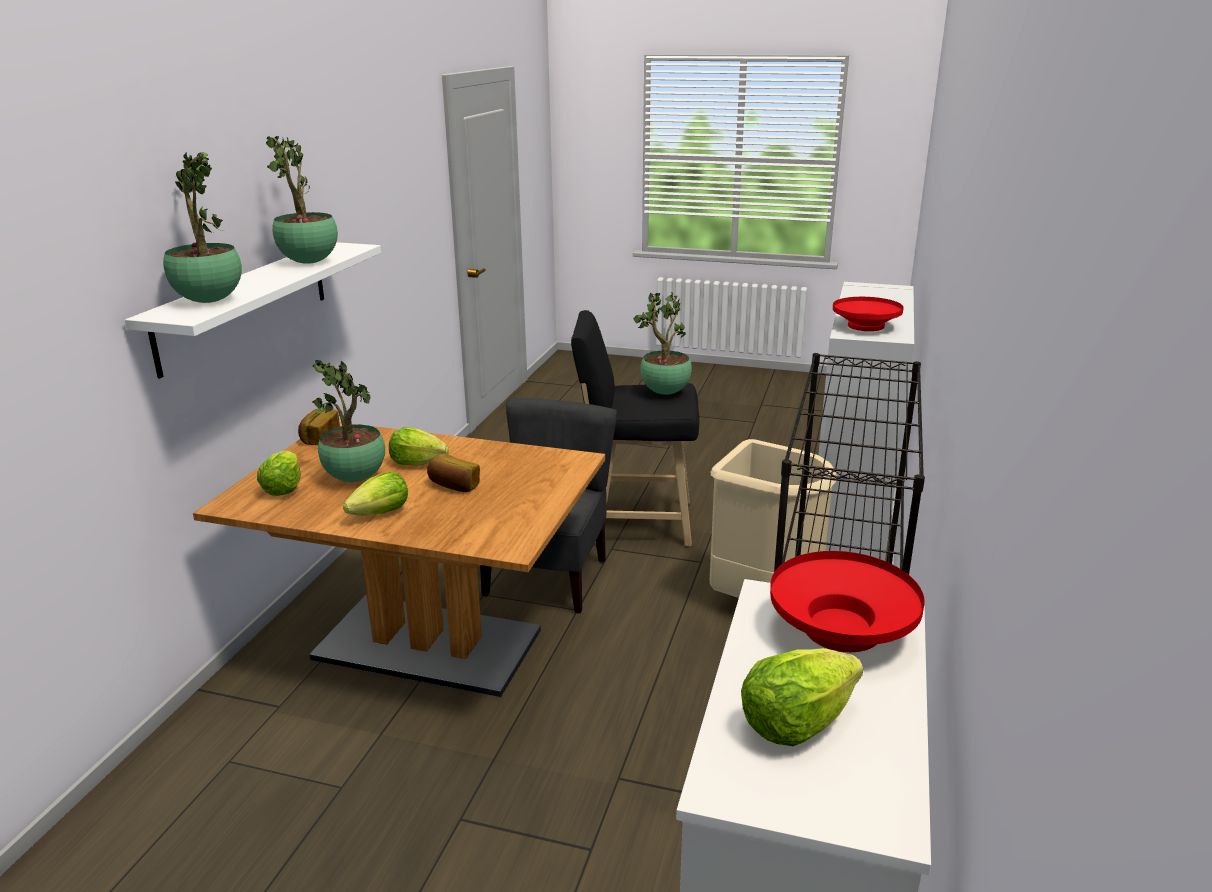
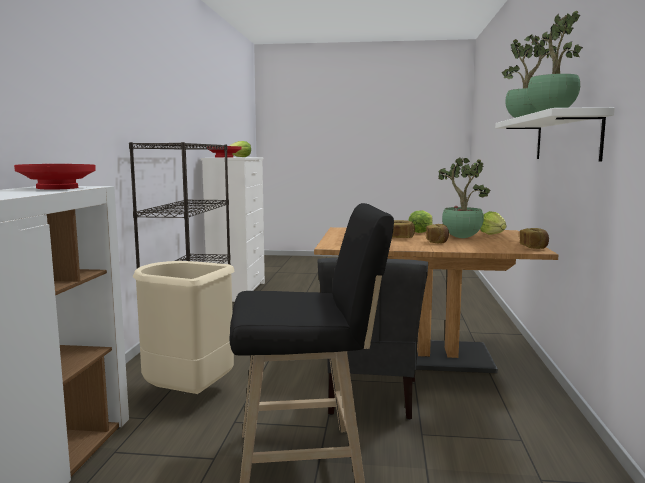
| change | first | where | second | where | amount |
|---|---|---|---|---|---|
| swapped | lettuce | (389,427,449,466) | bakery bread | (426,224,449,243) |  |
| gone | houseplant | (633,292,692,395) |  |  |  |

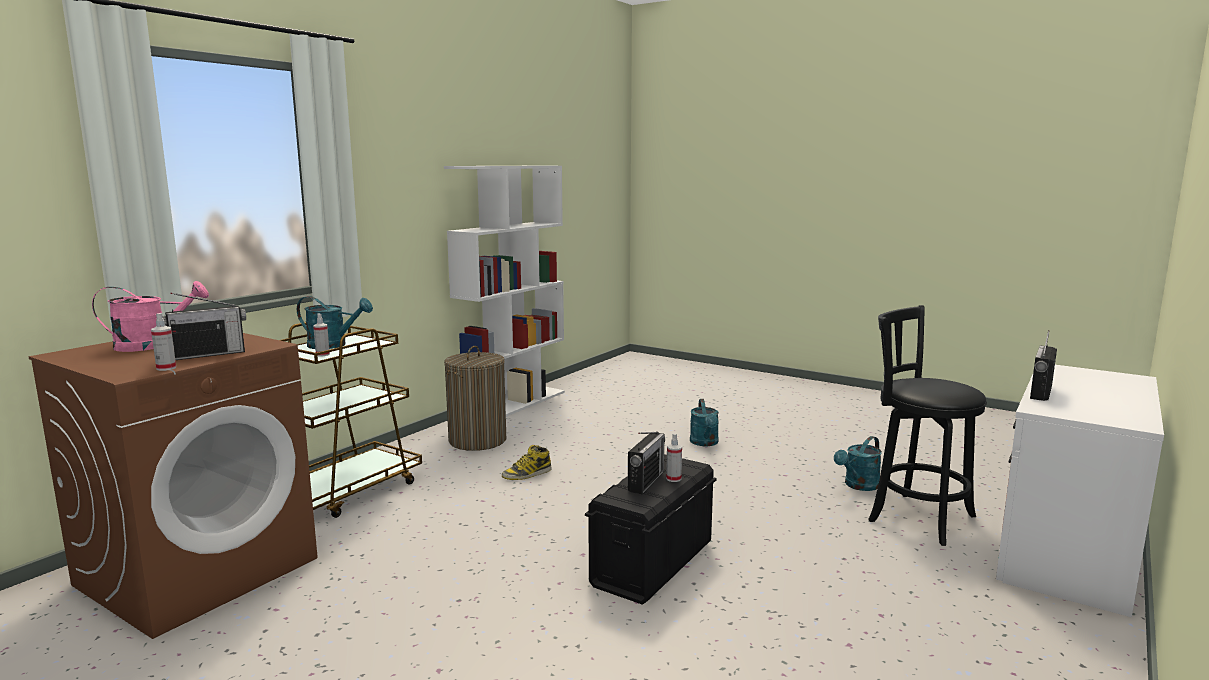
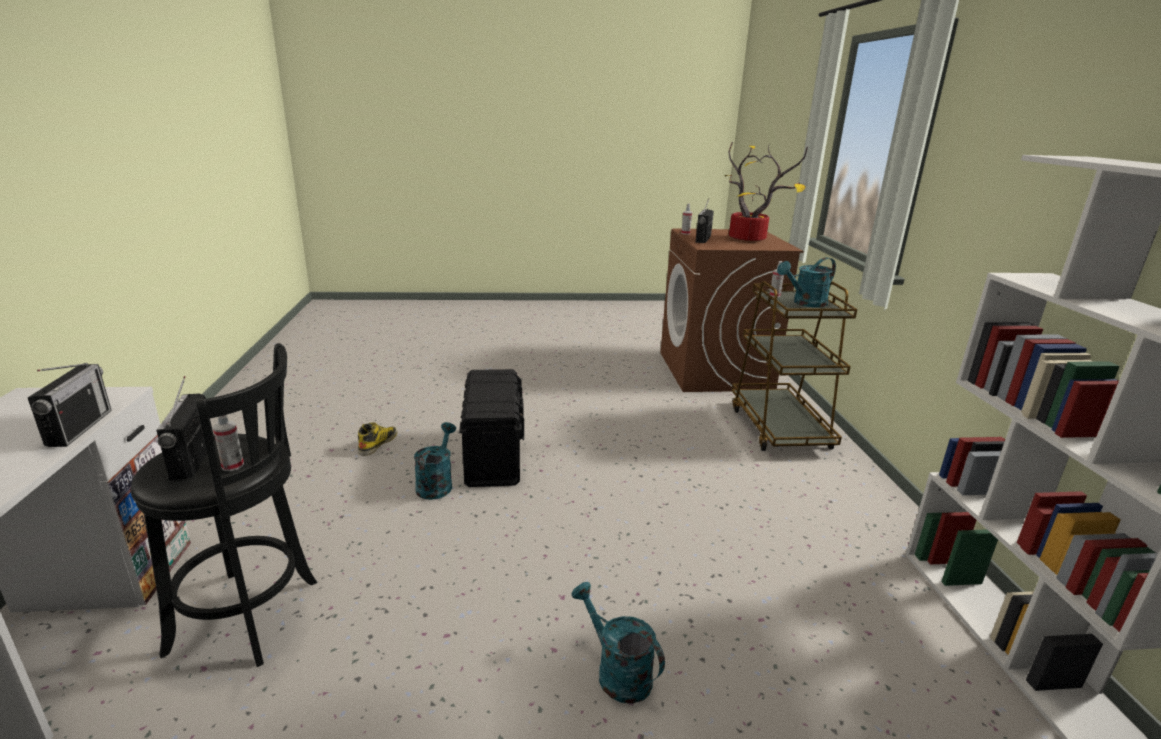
| change | first | where | second | where | amount |
|---|---|---|---|---|---|
| shifted | radio | (628,431,665,494) |  | (156,376,214,481) |  |
| shifted | spray bottle | (666,433,682,482) |  | (213,415,244,471) |  |
| shifted | high-top boot | (502,445,552,480) |  | (358,423,397,456) |  |
| shifted | watering pot/turquoise-coloured | (834,436,882,491) |  | (414,422,456,500) |  |
| swapped | watering pot/pink-coloured | (92,281,209,352) | houseplant | (725,142,808,241) |  |
| gone | laundry basket | (444,346,506,451) |  |  |  |

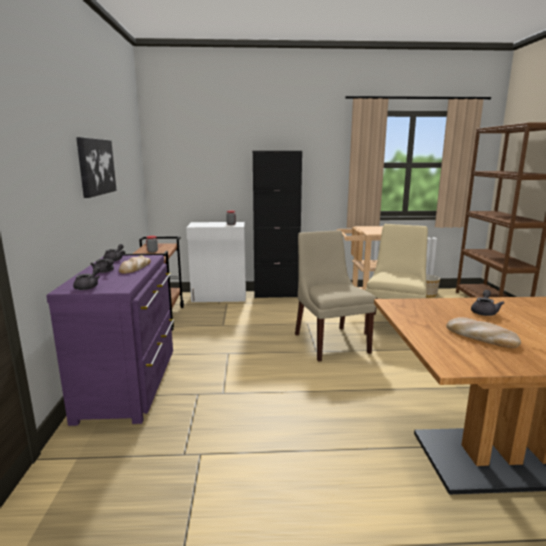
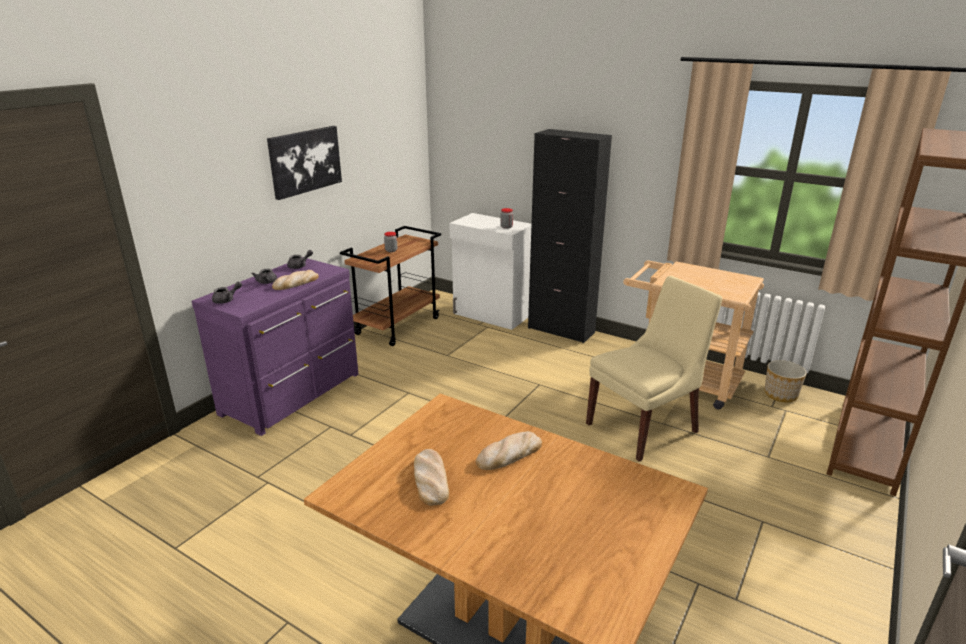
| change | first | where | second | where | amount |
|---|---|---|---|---|---|
| swapped | teapot/gray | (471,290,504,316) | bakery bread | (476,431,542,470) |  |
| gone | plain chair/beige-coloured | (295,230,376,362) |  |  |  |

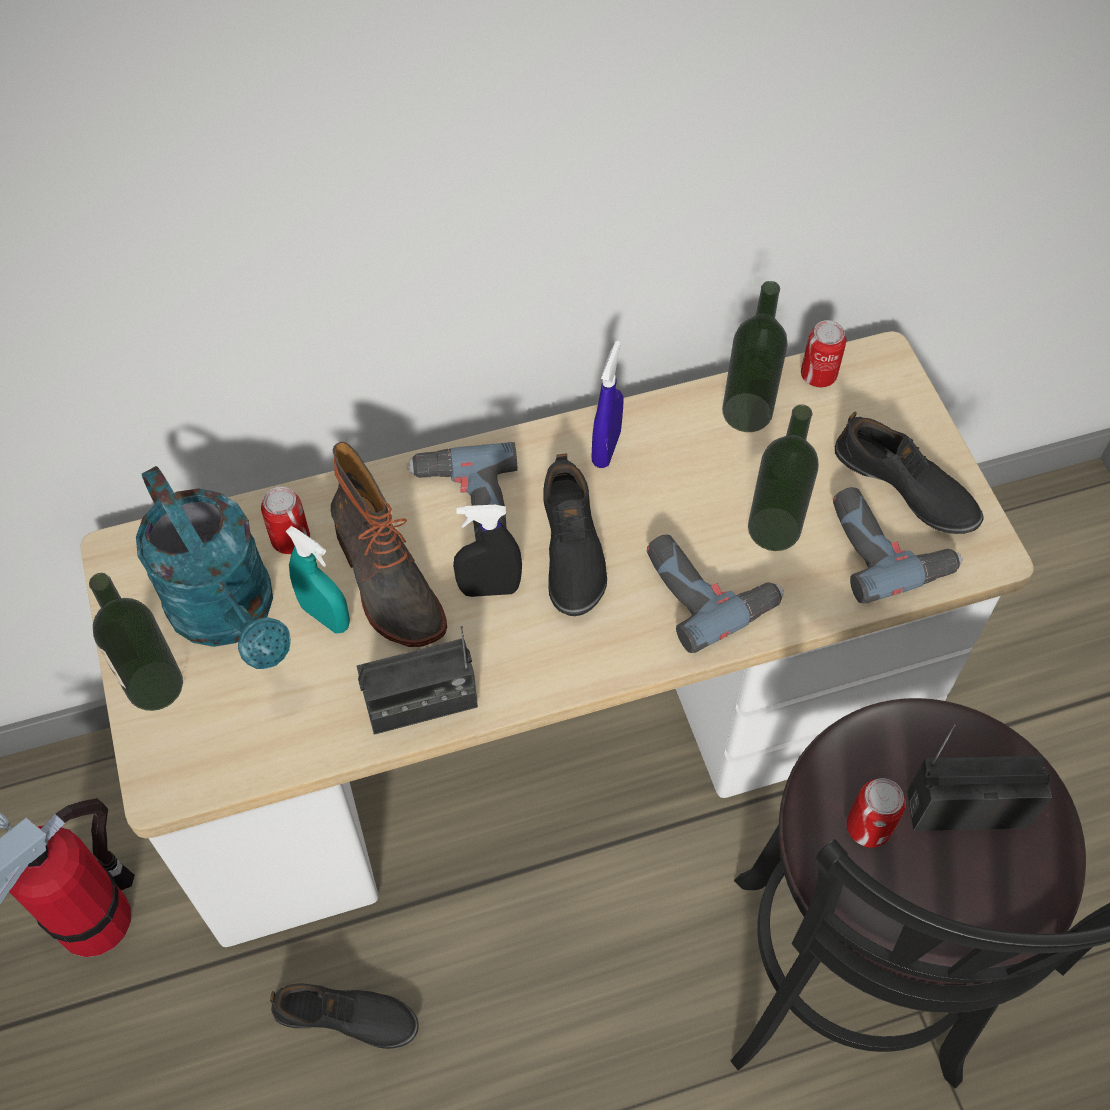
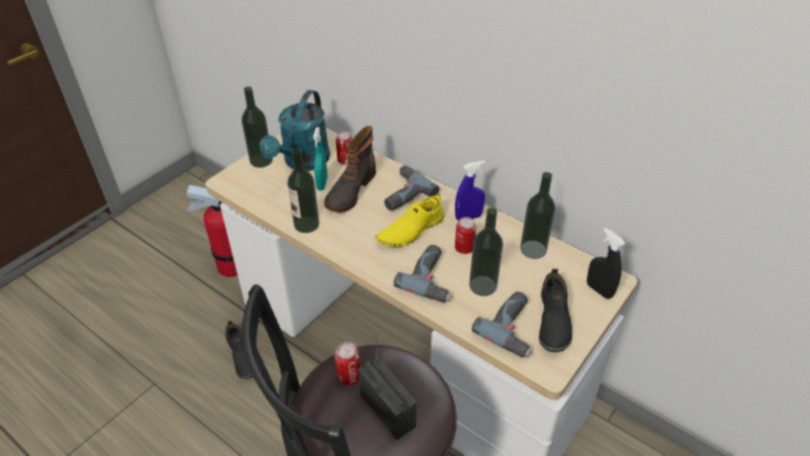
| change | first | where | second | where | amount |
|---|---|---|---|---|---|
| swapped | radio | (357,626,478,735) | beverage bottle | (287,148,319,233) |  |
| repainted | item of footwear/black-coloured | (543,453,607,616) | item of footwear/yellowish | (375,193,444,247) |  |
| shifted | sealed can | (801,320,846,387) |  | (455,217,476,254) |  |
| shifted | spray bottle/black-coloured | (453,505,522,597) |  | (587,228,626,299) |  |

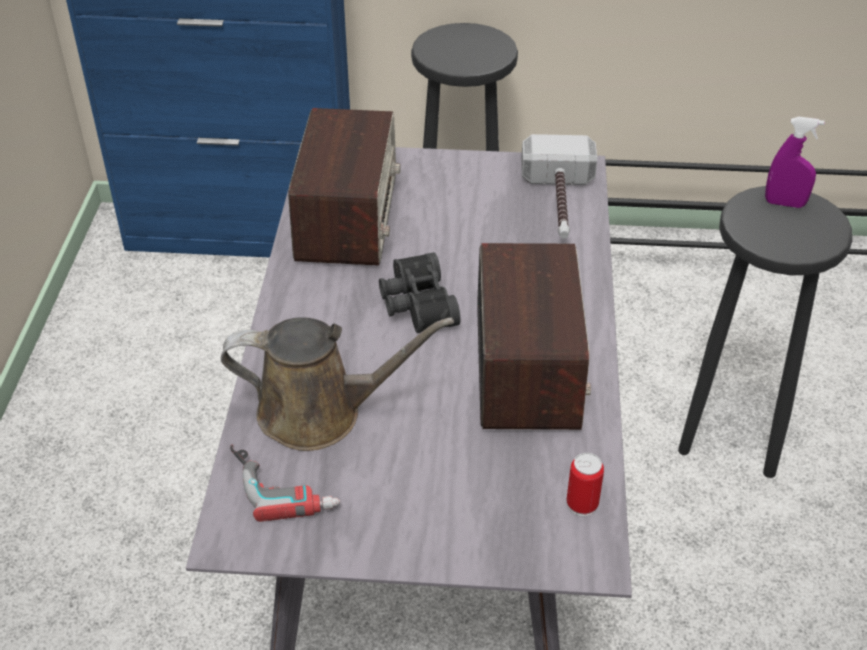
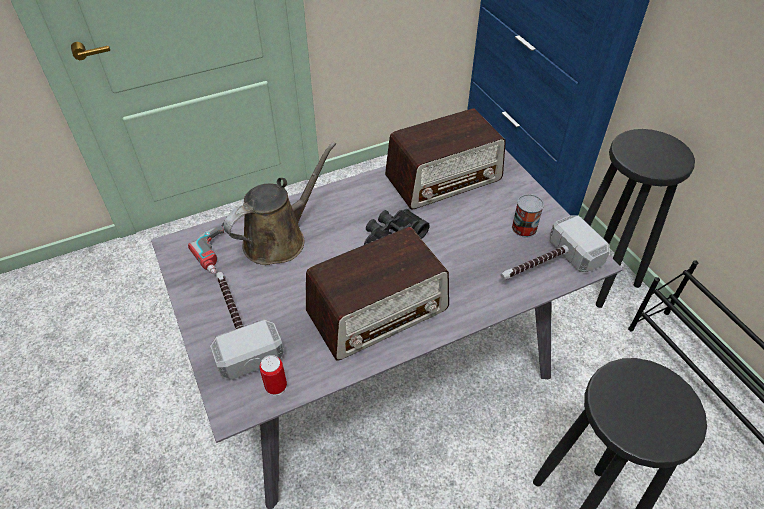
| change | first | where | second | where | amount |
|---|---|---|---|---|---|
| new |  |  | tool hammer | (210,272,284,380) |  |
| rotated | watering pot/brown | (221,317,454,451) |  | (224,142,336,265) | 105 degrees counterclockwise |
| new |  |  | sealed can | (512,194,544,237) |  |
| gone | spray bottle/purplish | (765,117,825,208) |  |  |  |

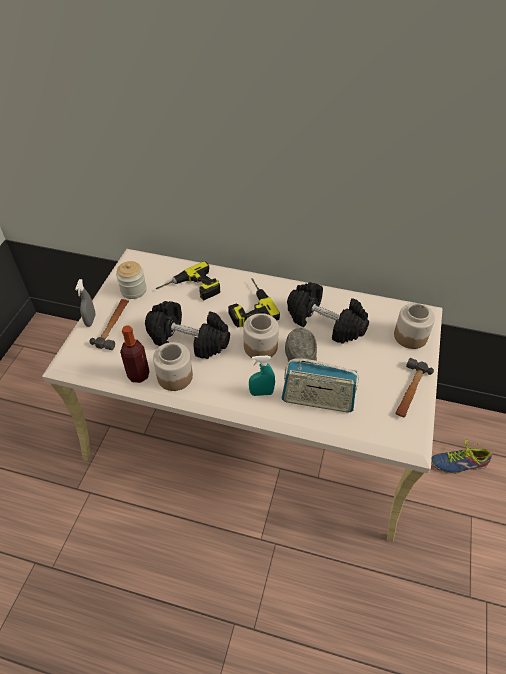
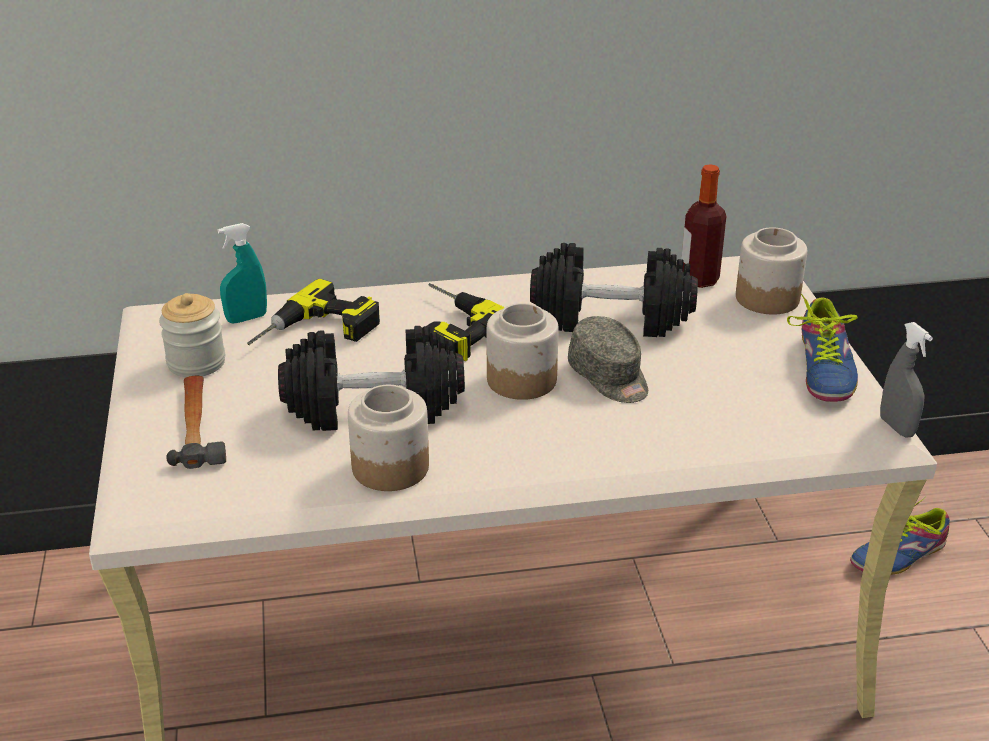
| change | first | where | second | where | amount |
|---|---|---|---|---|---|
| shifted | spray bottle/turquoise-coloured | (249,356,275,396) |  | (218,223,267,323) |  |
| shifted | beverage bottle | (120,325,150,383) |  | (682,164,726,288) |  |
| swapped | tool hammer | (395,358,434,417) | item of footwear | (787,294,858,402) |  |
| shifted | spray bottle/gray | (75,279,96,327) |  | (880,322,933,438) |  |
| gone | radio | (282,358,359,413) |  |  |  |

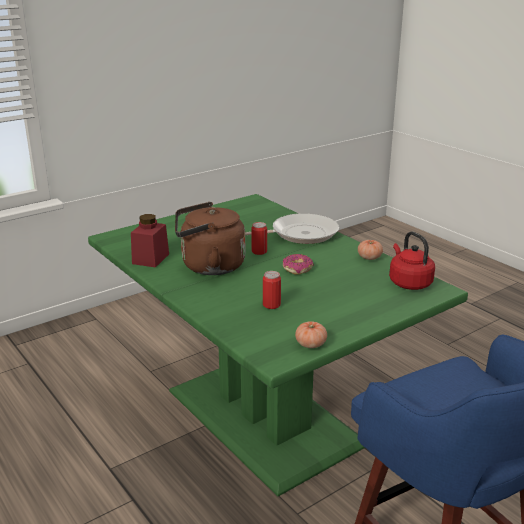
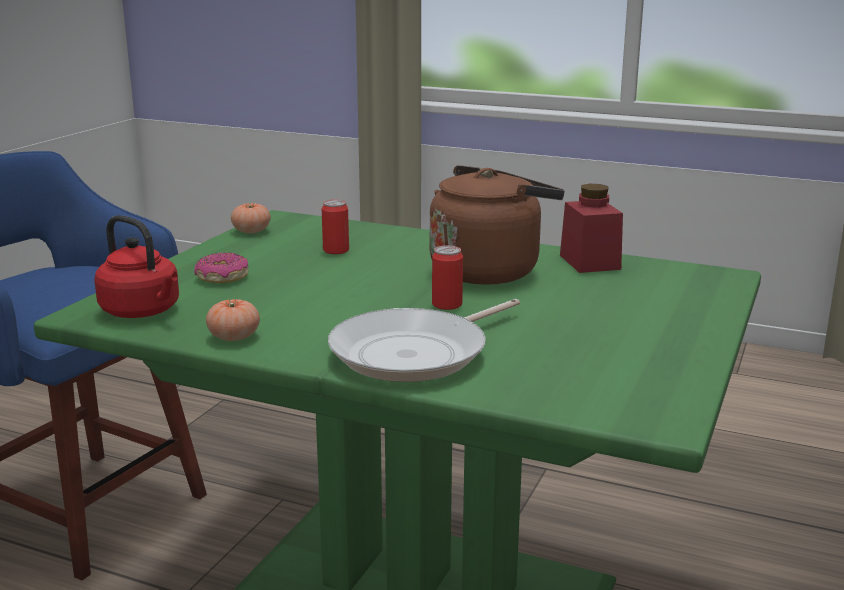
| change | first | where | second | where | amount |
|---|---|---|---|---|---|
| shifted | doughnut | (283,254,314,275) |  | (194,253,248,283) |  |

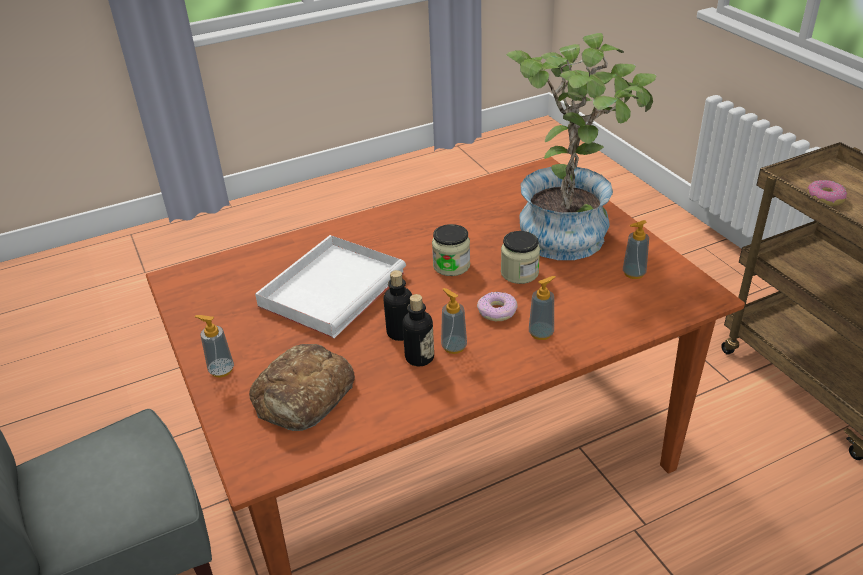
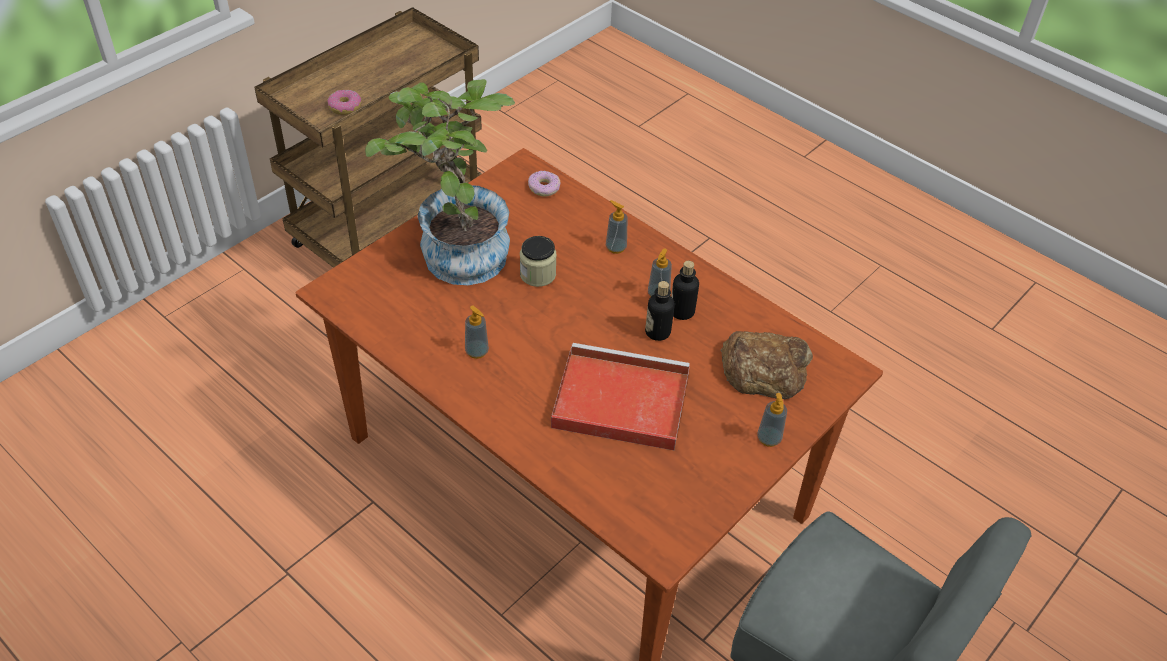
| change | first | where | second | where | amount |
|---|---|---|---|---|---|
| shifted | liquid soap bottle | (623,220,649,279) |  | (465,306,489,359) |  |
| shifted | doughnut | (477,292,518,321) |  | (528,170,561,196) |  |
| repainted | serving tray/white-coloured | (255,235,406,338) | serving tray/red-coloured | (551,343,690,450) |  |
| gone | preserve jar | (432,224,470,276) |  |  |  |

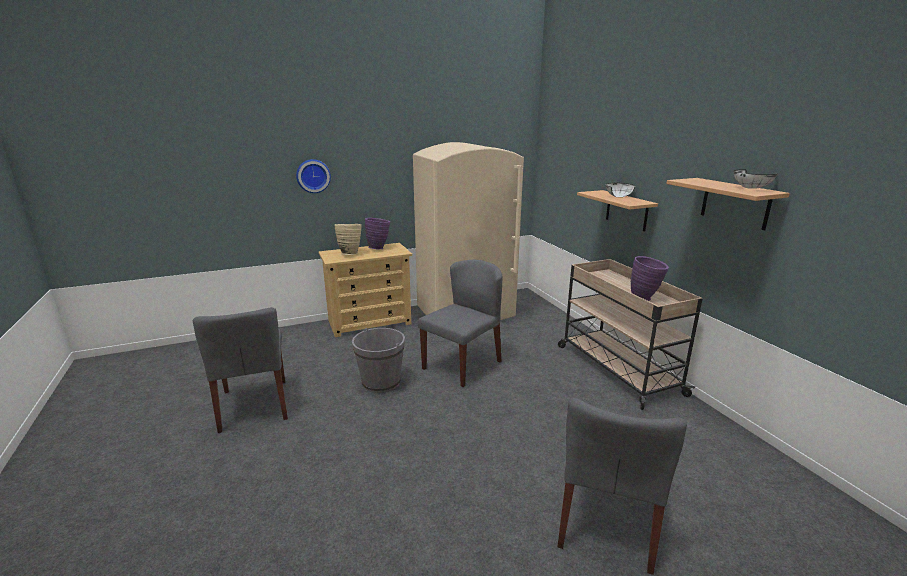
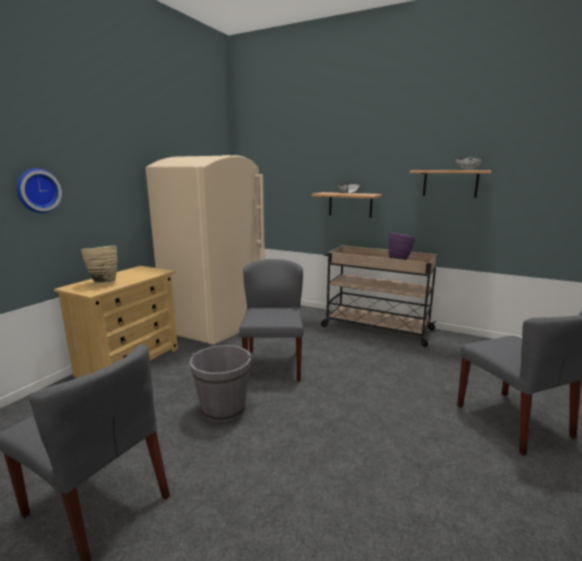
| change | first | where | second | where | amount |
|---|---|---|---|---|---|
| gone | vase/purplish | (365,218,390,249) |  |  |  |

